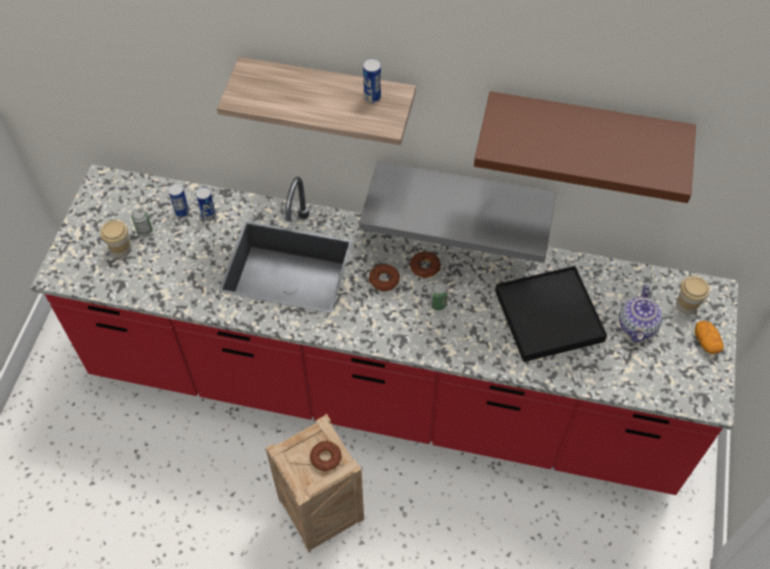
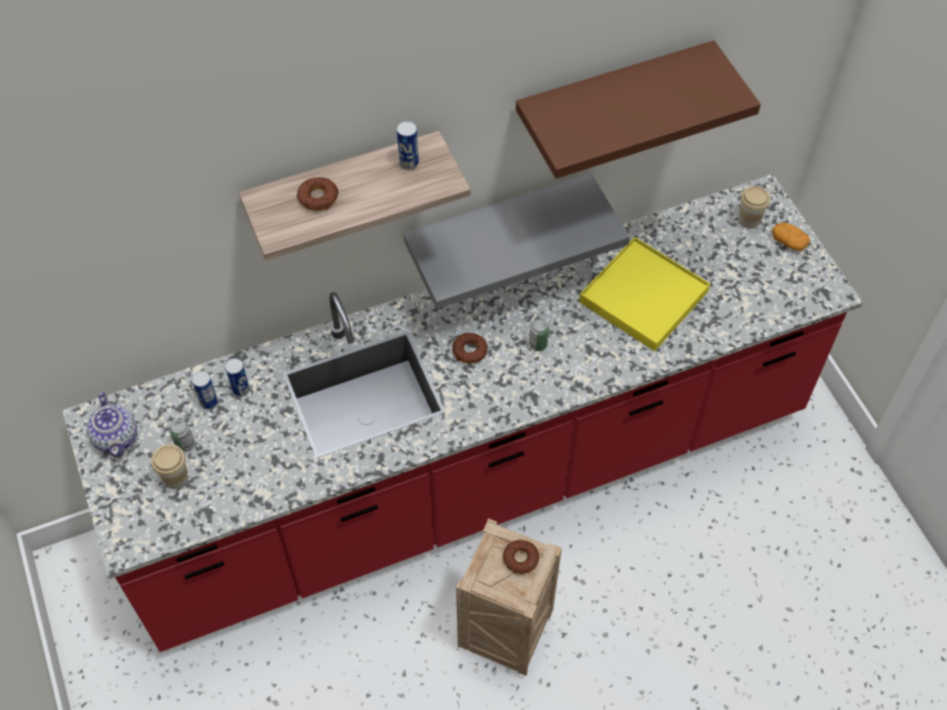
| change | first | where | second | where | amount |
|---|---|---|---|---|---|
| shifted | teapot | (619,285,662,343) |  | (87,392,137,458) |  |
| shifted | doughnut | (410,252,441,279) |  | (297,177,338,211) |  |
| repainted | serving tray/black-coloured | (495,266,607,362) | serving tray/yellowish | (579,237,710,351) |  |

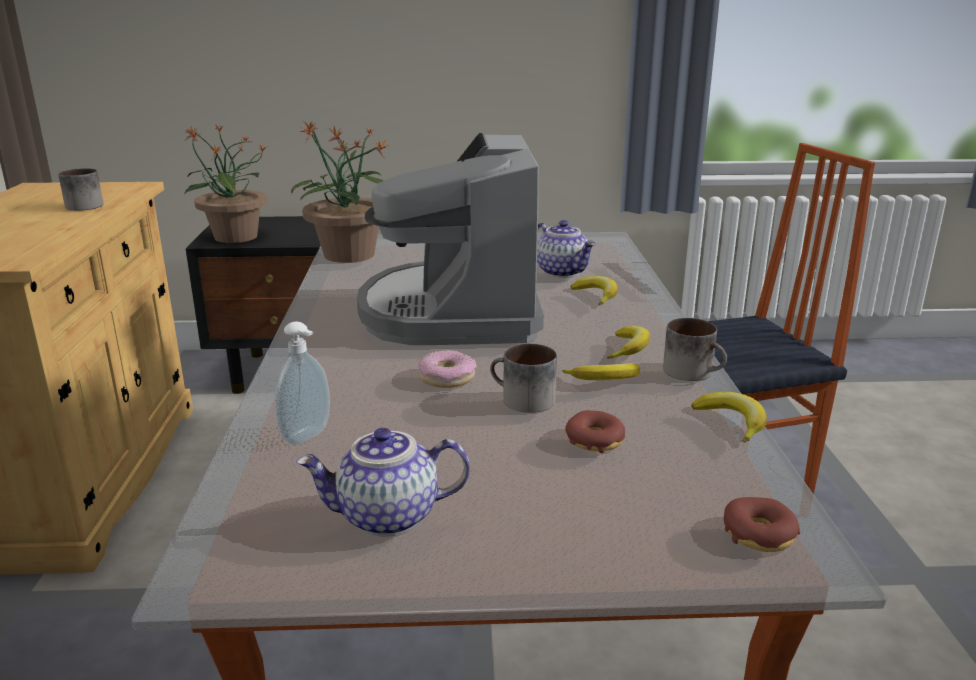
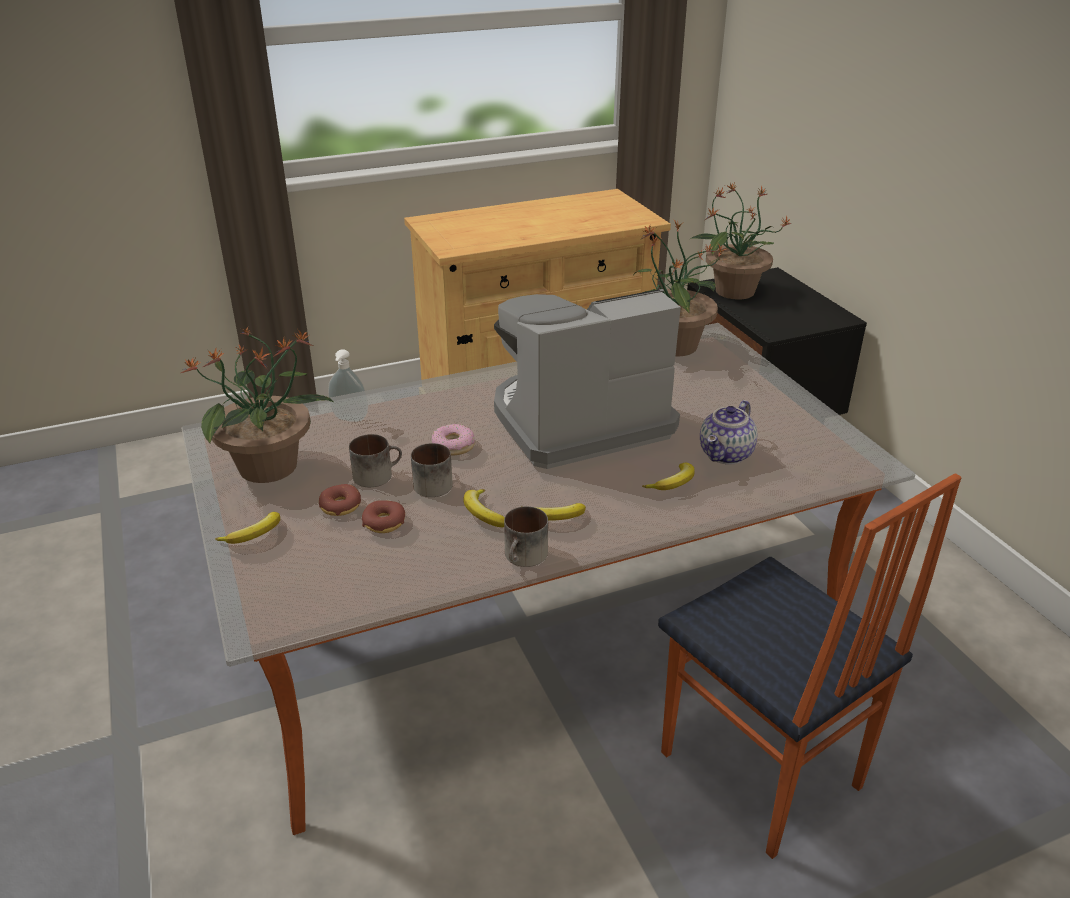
| change | first | where | second | where | amount |
|---|---|---|---|---|---|
| swapped | teapot | (296,428,470,537) | houseplant | (181,327,333,483) |  |
| shifted | banana | (692,392,767,443) |  | (215,512,280,544) |  |
| shifted | doughnut | (724,497,800,552) |  | (319,484,361,516) |  |
| shifted | tea mug | (58,168,103,211) |  | (349,434,402,487) |  |

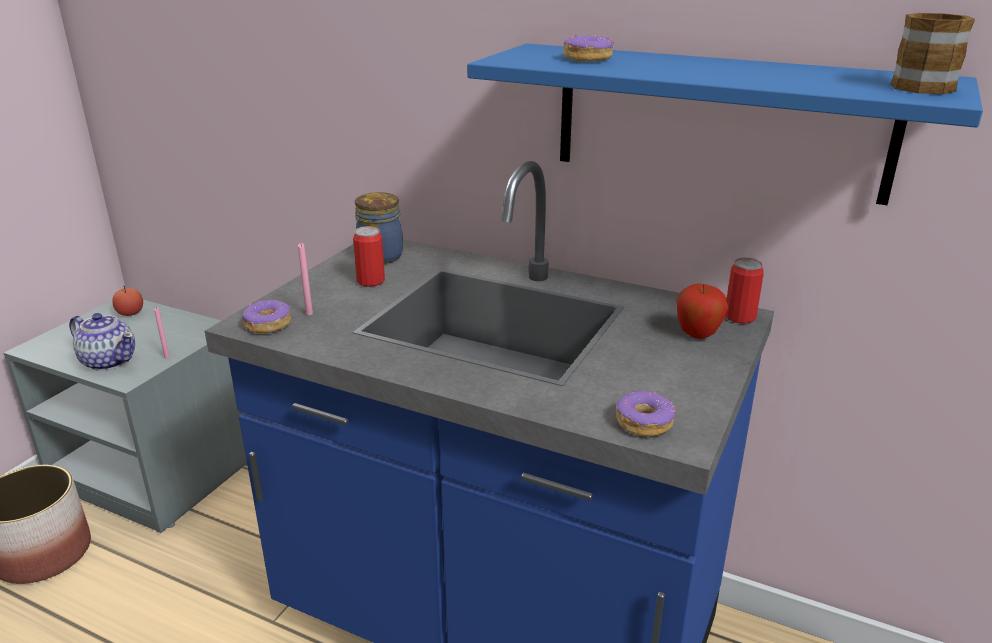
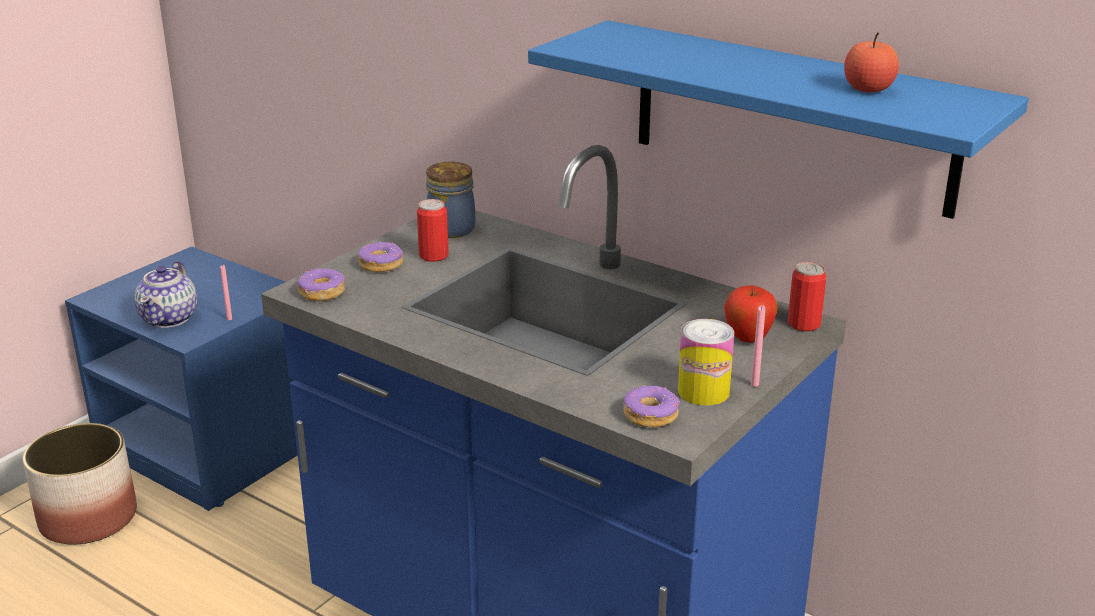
| change | first | where | second | where | amount |
|---|---|---|---|---|---|
| repainted | night table/gray | (4,300,247,533) | night table/bluish | (65,246,298,511) |  |
| rotated | teapot | (69,313,135,371) |  | (135,261,197,328) | 60 degrees clockwise |
| shifted | doughnut | (563,35,614,62) |  | (358,242,403,272) |  |
| new |  |  | sealed can | (678,319,734,406) |  |
| shifted | wax candle/pink-coloured | (298,243,313,315) |  | (751,305,765,387) |  |
| shifted | apple | (112,286,143,316) |  | (844,32,899,92) |  |
| gone | tea mug | (890,13,975,94) |  |  |  |

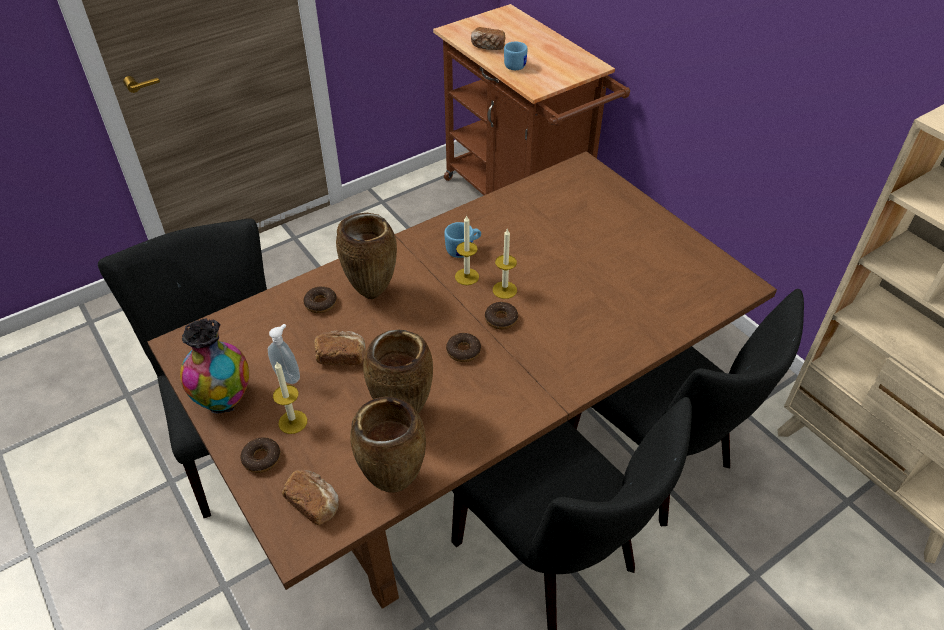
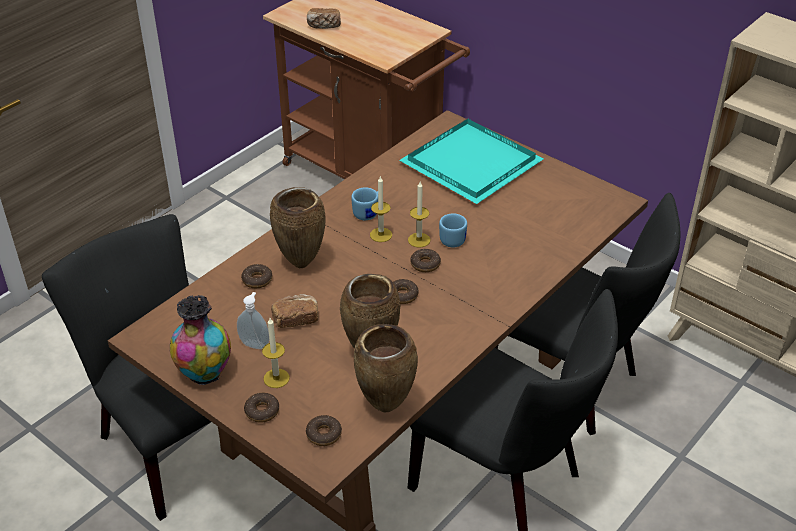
| change | first | where | second | where | amount |
|---|---|---|---|---|---|
| swapped | bakery bread | (282,470,339,525) | doughnut | (306,415,342,446) |  |
| new |  |  | serving tray/turquoise-coloured | (399,119,543,204) |  |
| shifted | tea mug/bluish | (504,42,528,70) |  | (439,213,467,248) |  |

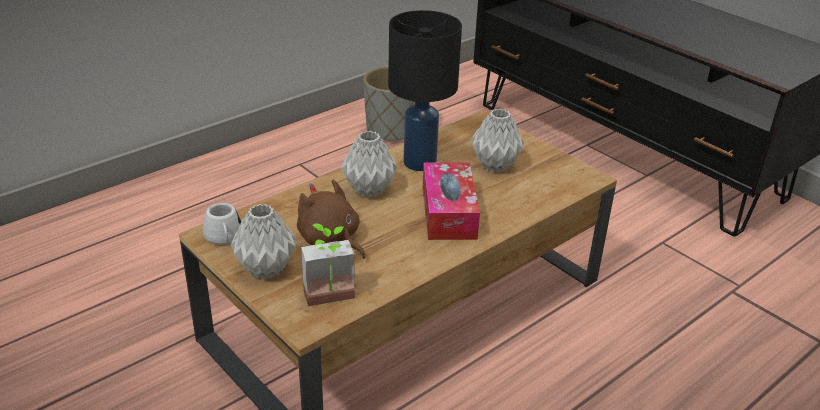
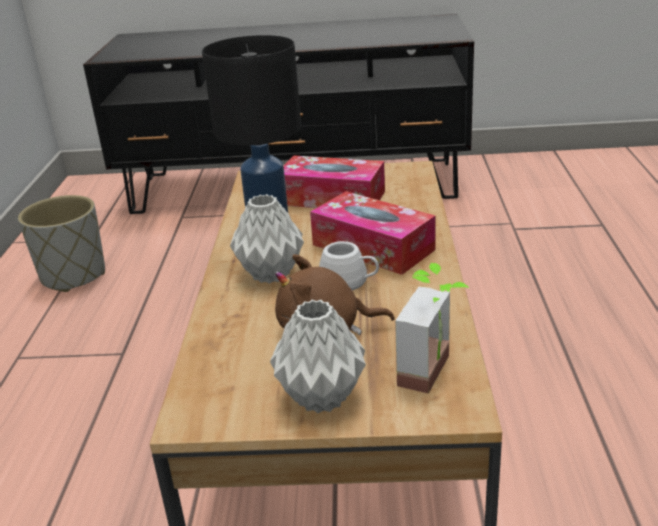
| change | first | where | second | where | amount |
|---|---|---|---|---|---|
| swapped | vase/gray | (471,109,524,172) | tissue box | (284,155,385,208) |  |
| shifted | tea mug/white-coloured | (203,203,241,245) |  | (319,241,379,290) |  |

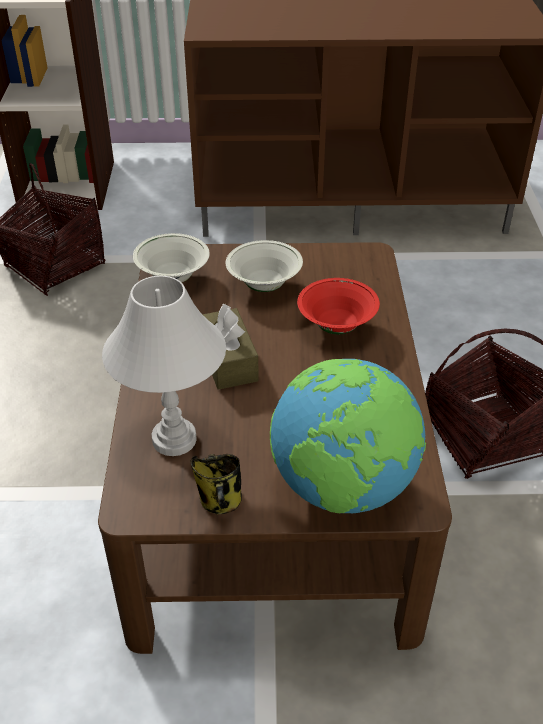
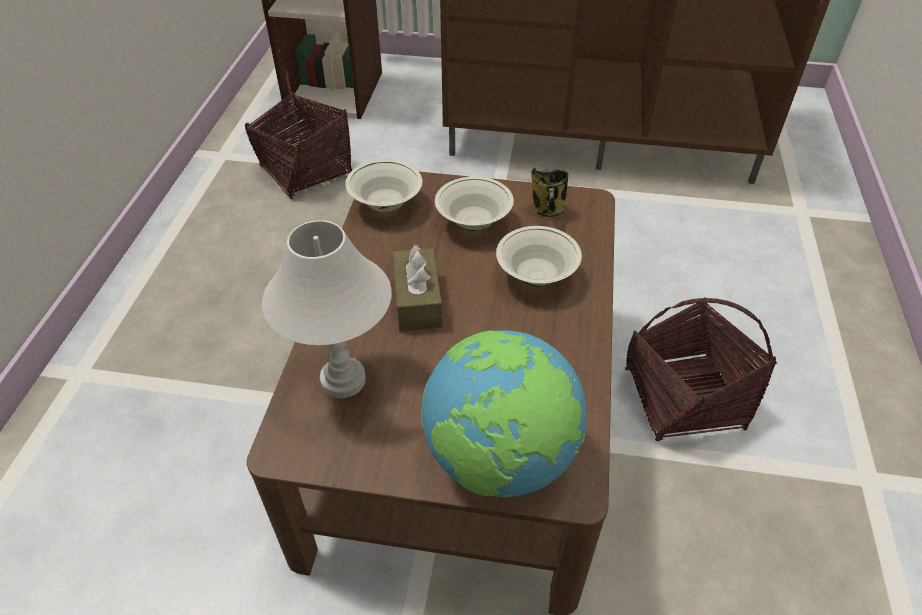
| change | first | where | second | where | amount |
|---|---|---|---|---|---|
| repainted | deep dish/red-coloured | (297,278,380,334) | deep dish/white-coloured | (496,226,582,287) |  |
| shifted | tea mug | (190,454,242,514) |  | (531,168,569,217) |  |

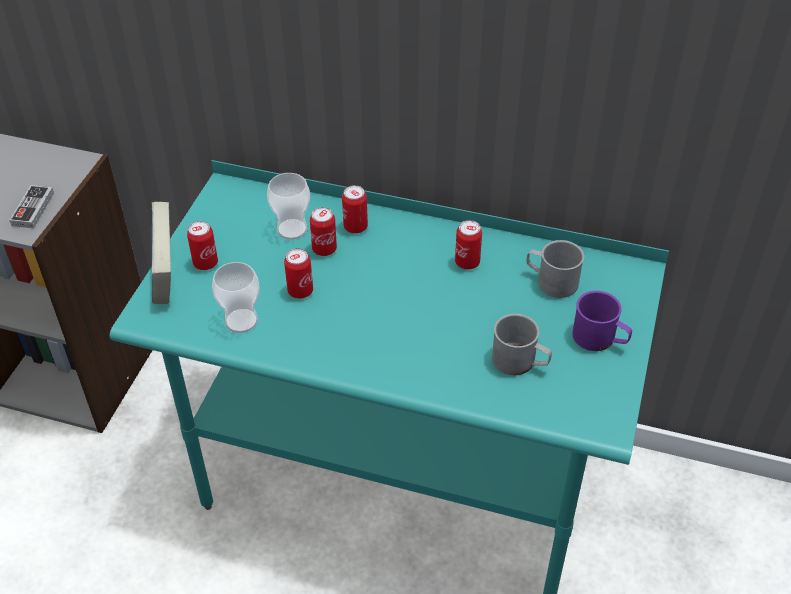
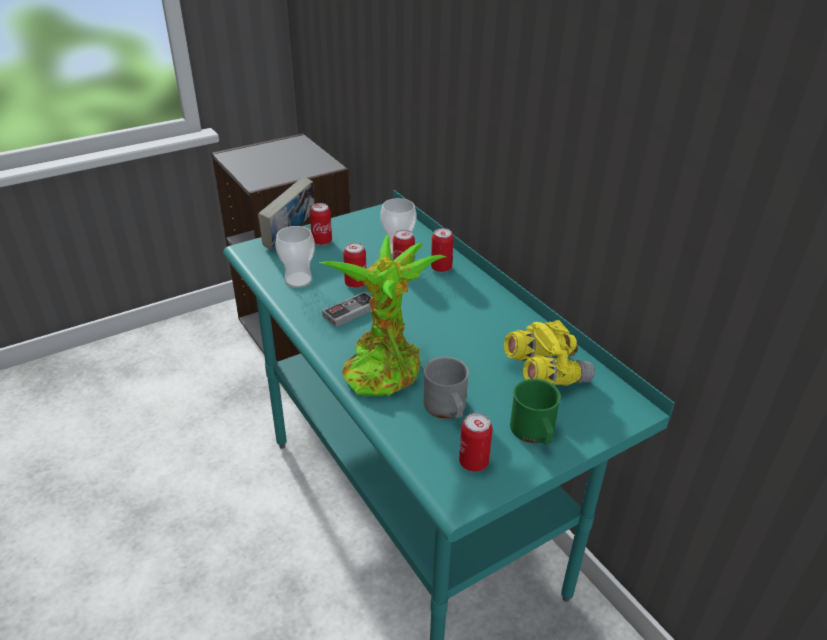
| change | first | where | second | where | amount |
|---|---|---|---|---|---|
| new |  |  | houseplant | (319,235,446,396) |  |
| shifted | joypad | (9,185,54,228) |  | (322,292,372,327) |  |
| shifted | sealed can | (455,220,482,270) |  | (459,413,492,472) |  |
| swapped | tea mug/gray | (526,240,584,298) | field glasses/yellowish | (504,320,595,386) |  |
| repainted | tea mug/purplish | (572,291,632,351) | tea mug/green | (510,379,561,444) |  |

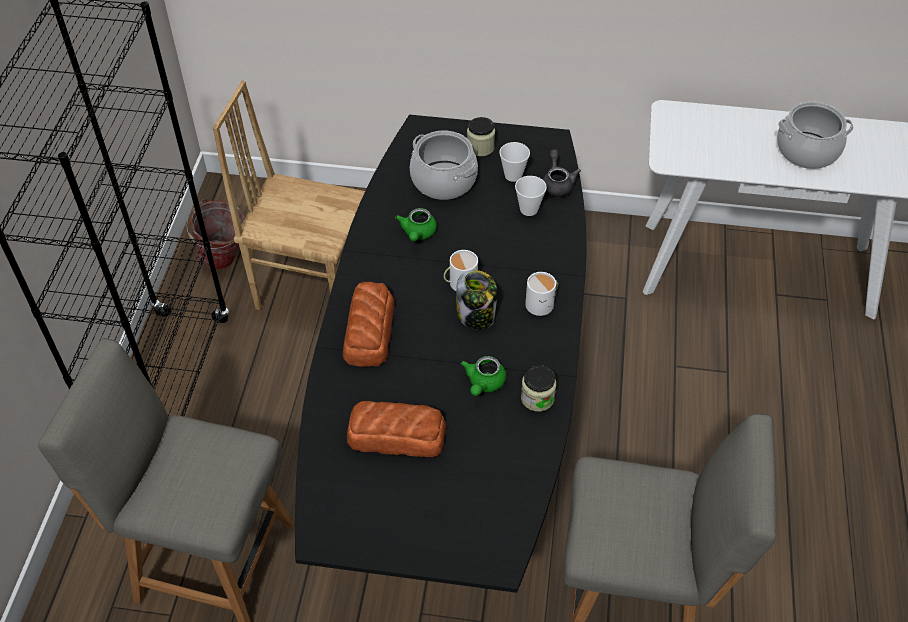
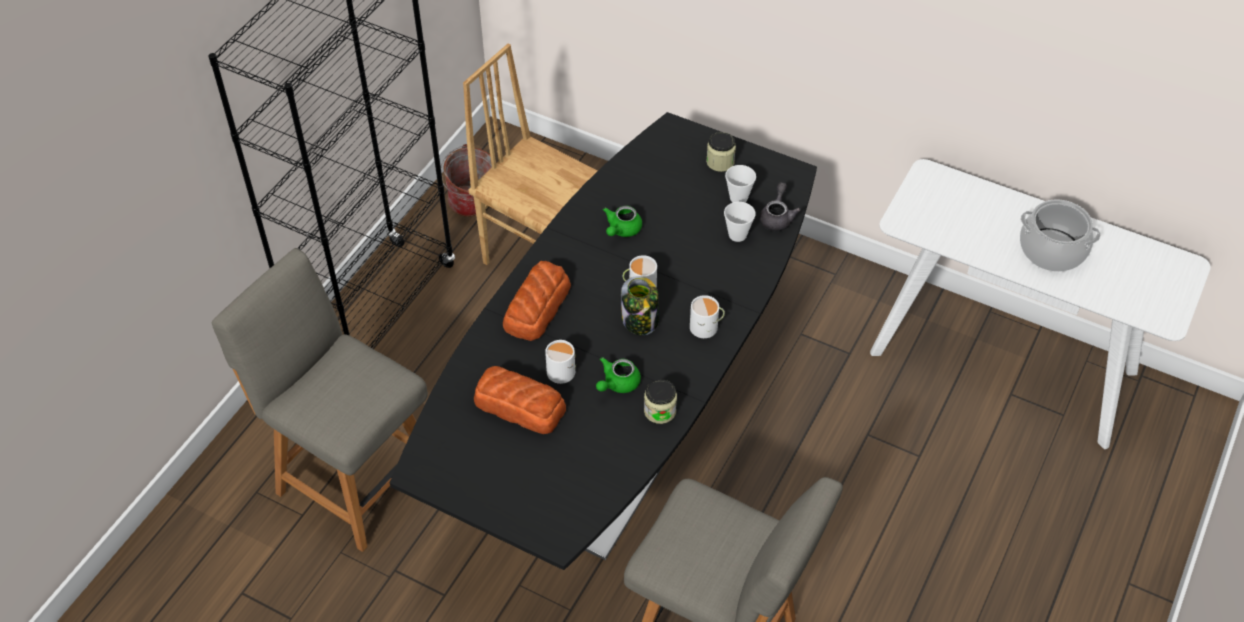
| change | first | where | second | where | amount |
|---|---|---|---|---|---|
| new |  |  | tea mug/white-coloured | (545,340,576,384) |  |
| gone | stockpot | (410,130,478,200) |  |  |  |

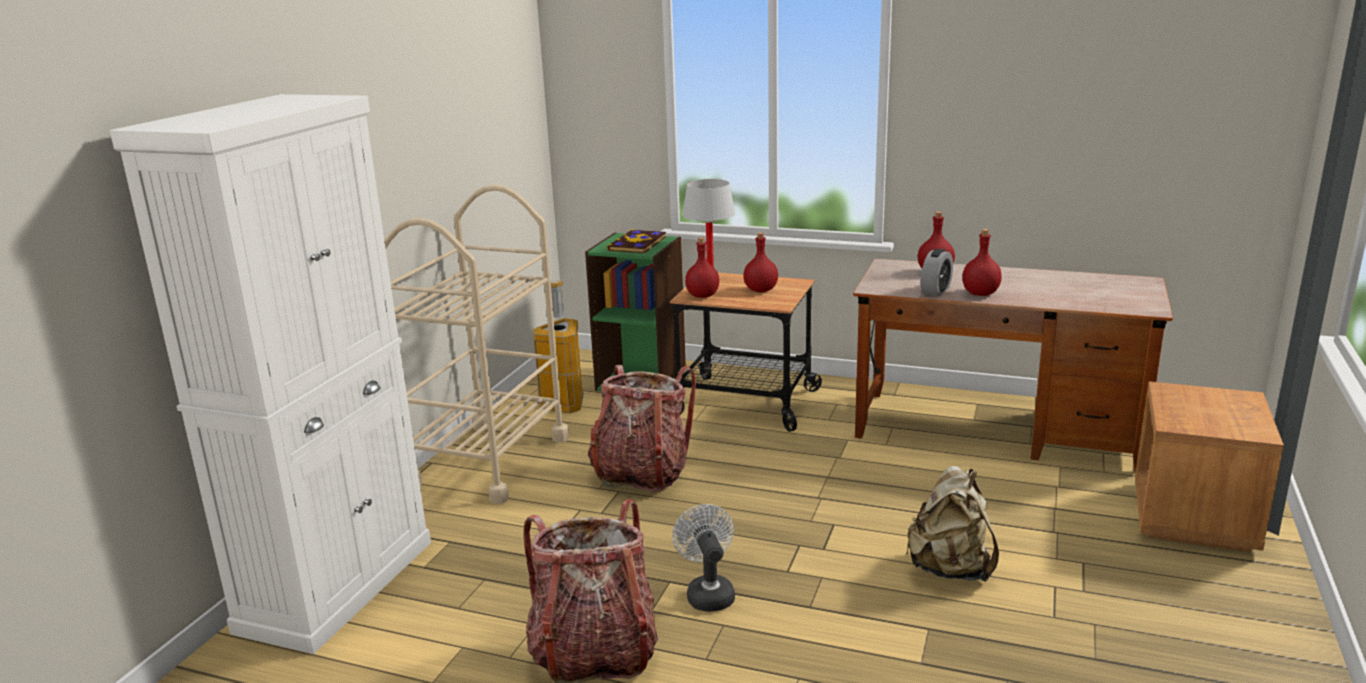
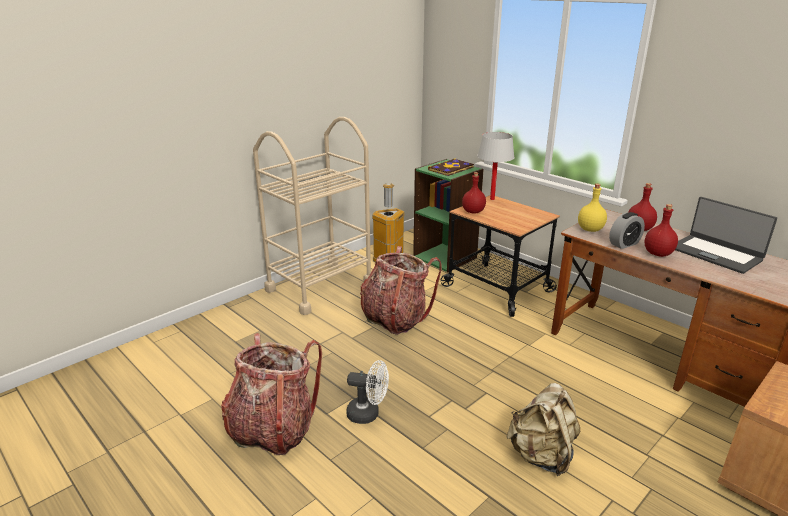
| change | first | where | second | where | amount |
|---|---|---|---|---|---|
| rotated | cooling fan/white-coloured | (672,504,735,612) |  | (346,360,389,424) | 90 degrees clockwise |
| new |  |  | beverage bottle/yellowish | (578,184,607,232) |  |
| new |  |  | portable computer | (675,197,777,274) |  |
| gone | cupboard/white-coloured | (110,94,431,654) |  |  |  |
| gone | beverage bottle/red-coloured | (743,233,778,292) |  |  |  |

